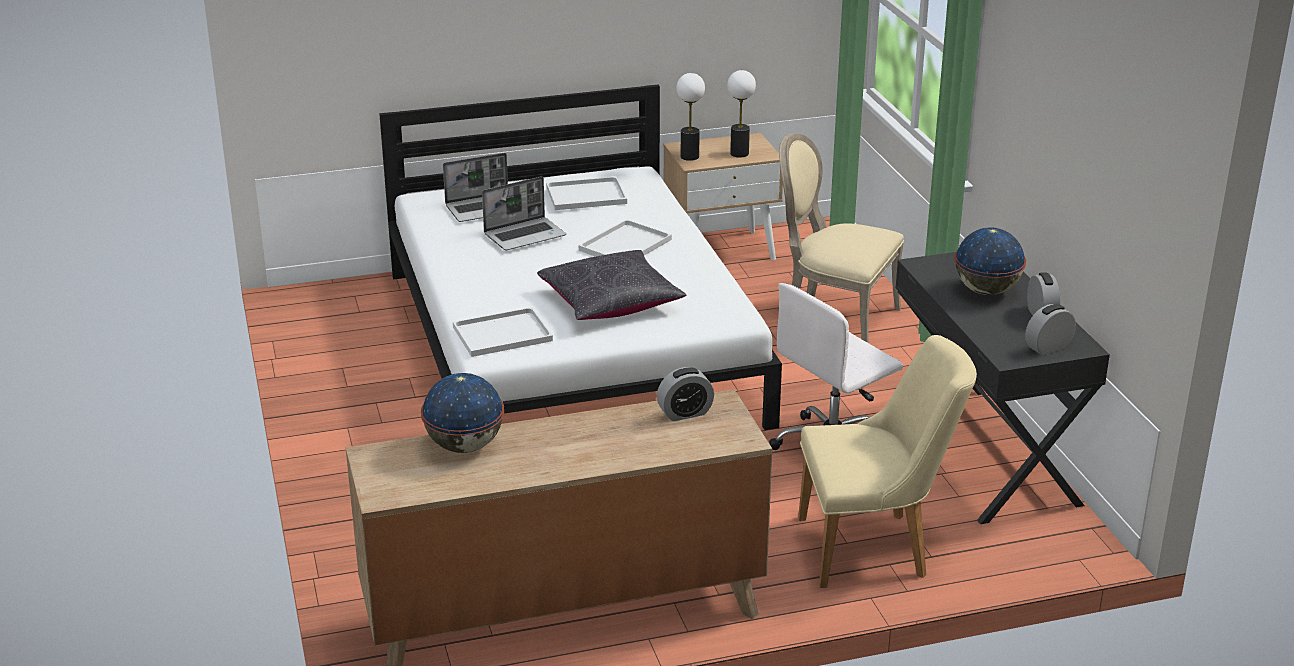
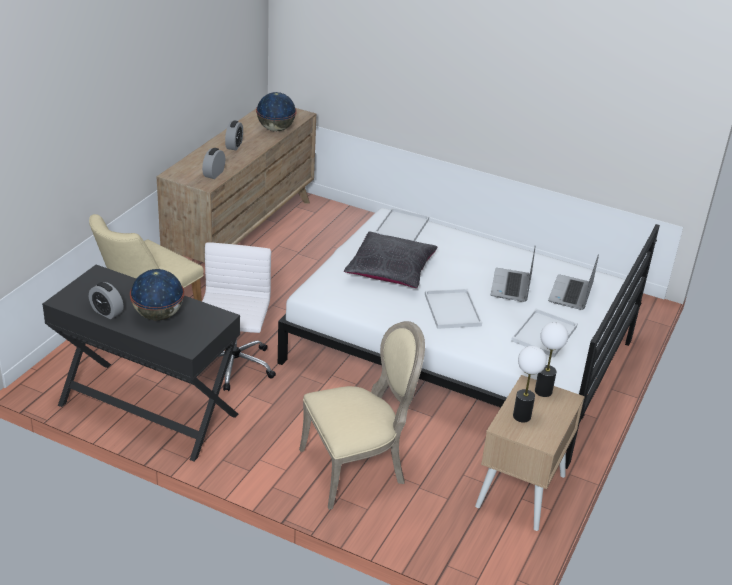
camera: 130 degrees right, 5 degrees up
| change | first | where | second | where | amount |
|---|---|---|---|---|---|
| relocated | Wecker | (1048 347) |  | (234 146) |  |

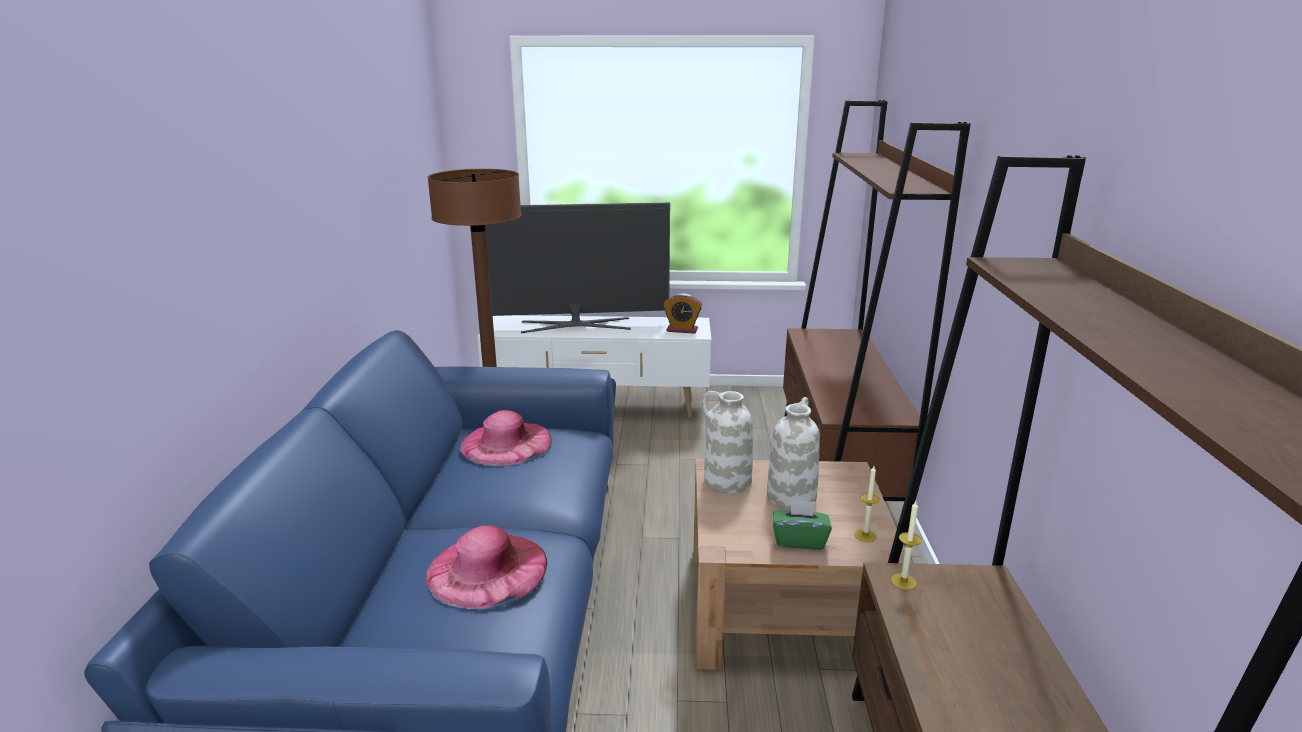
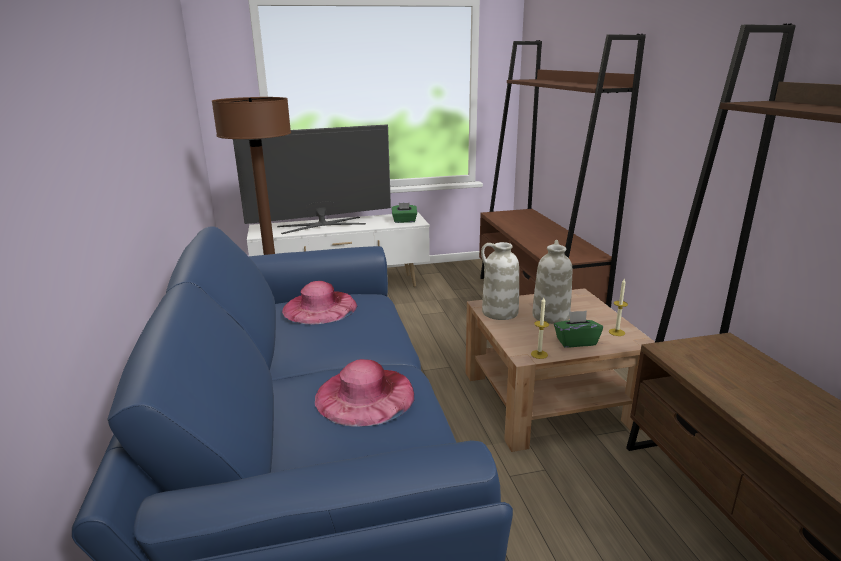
camera: 15 degrees left, 0 degrees up
| change | first | where | second | where | amount |
|---|---|---|---|---|---|
| exchanged | Wecker | (682 330) | Taschentuchbox [grün] | (404 221) |  |
| relocated | Kerze | (903 581) |  | (539 354) |  |

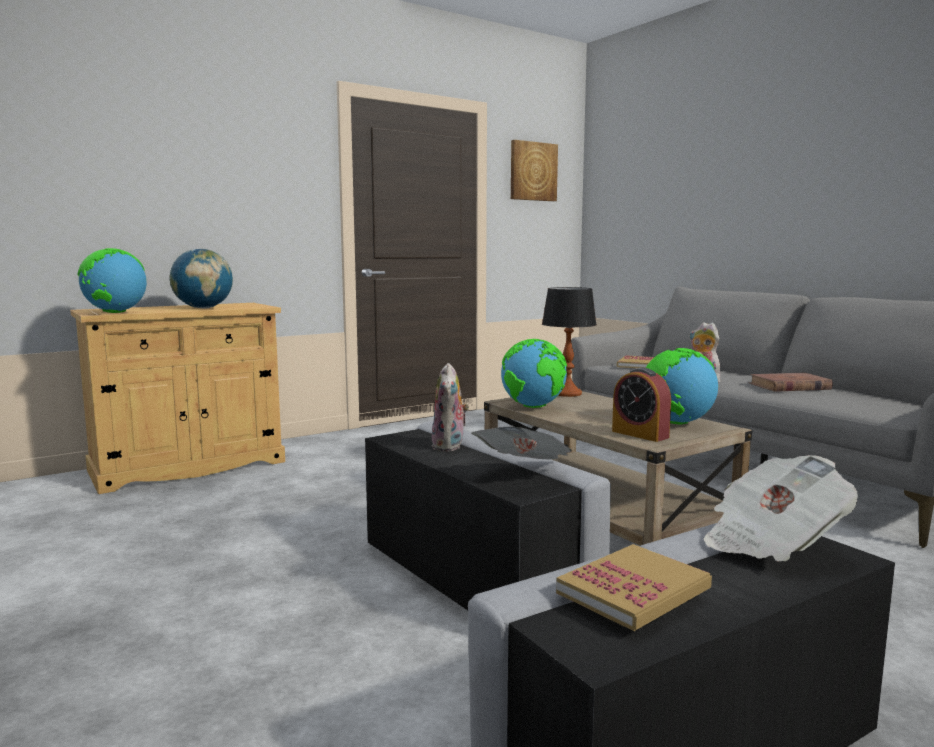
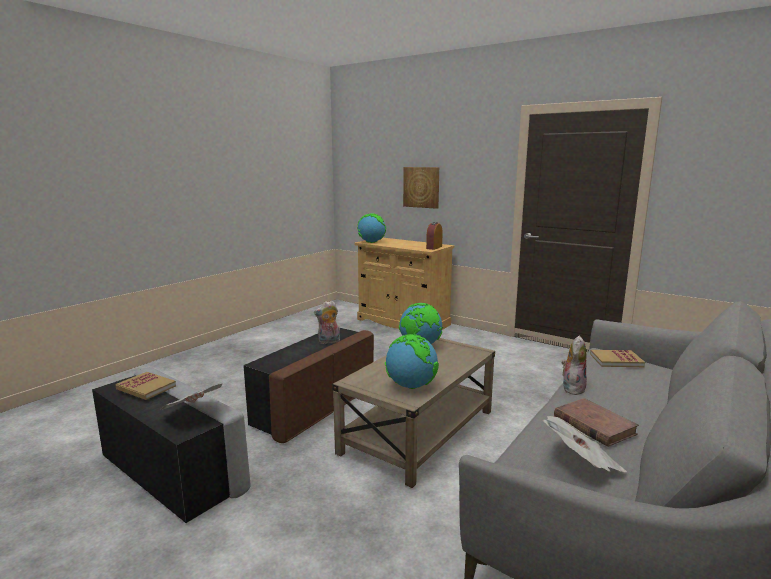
camera: 70 degrees right, 5 degrees up
| change | first | where | second | where | amount |
|---|---|---|---|---|---|
| relocated | Bild | (532 171) |  | (421 187) |  |
| missing | Globus | (203 308) |  |  |  |
| missing | Tischlampe | (567 393) |  |  |  |
| relocated | Wecker | (640 434) |  | (434 247) |  |
| colour | Polsterhocker [grau] | (474 575) | Polsterhocker [braun] | (315 406) |  |
| relocated | Zeitung | (524 471) |  | (582 463) |  |

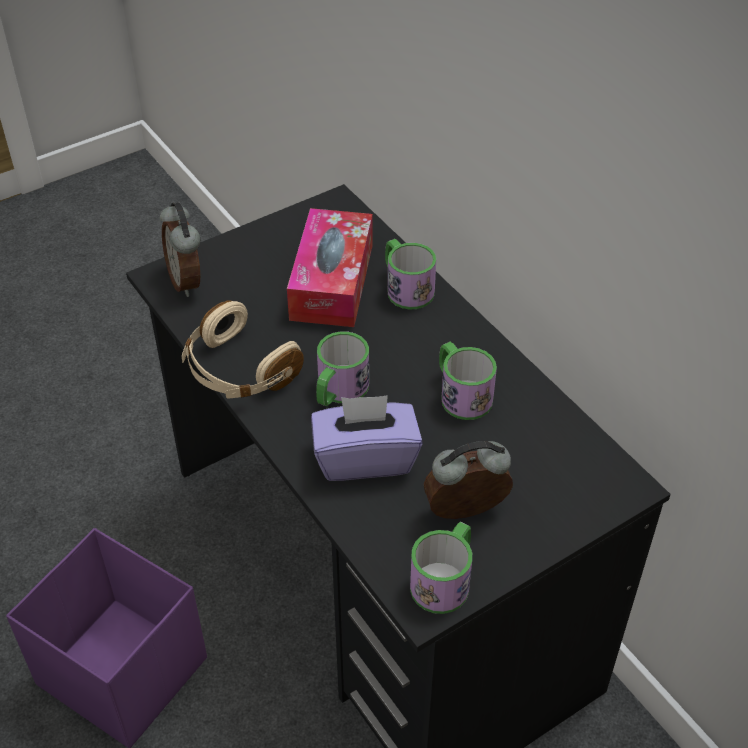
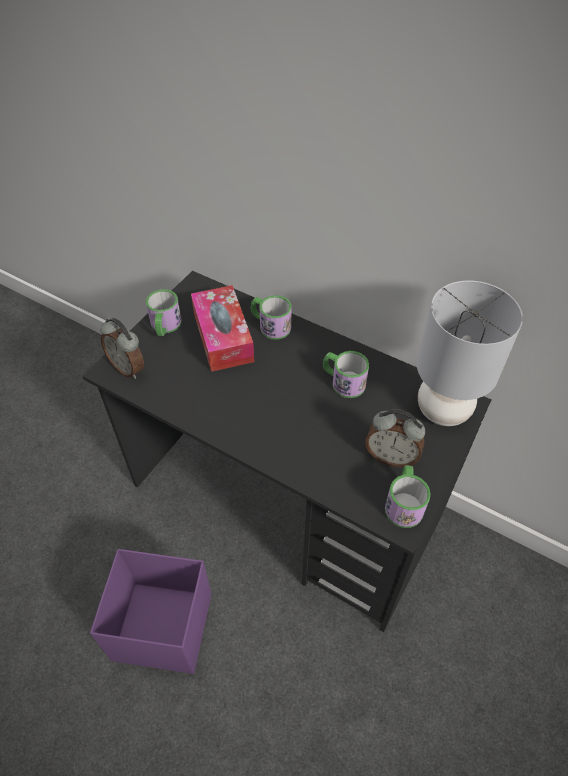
camera: 25 degrees left, 5 degrees up
| change | first | where | second | where | amount |
|---|---|---|---|---|---|
| missing | Kopfhörer [beige] | (238 370) |  |  |  |
| relocated | Henkelbecher | (338 391) |  | (165 326) |  |
| missing | Taschentuchbox [lila] | (365 458) |  |  |  |
| spun | Wecker | (466 514) |  | (391 456) | 120 degrees counterclockwise |
| appeared |  |  | Tischlampe [grau] | (444 410) |  |

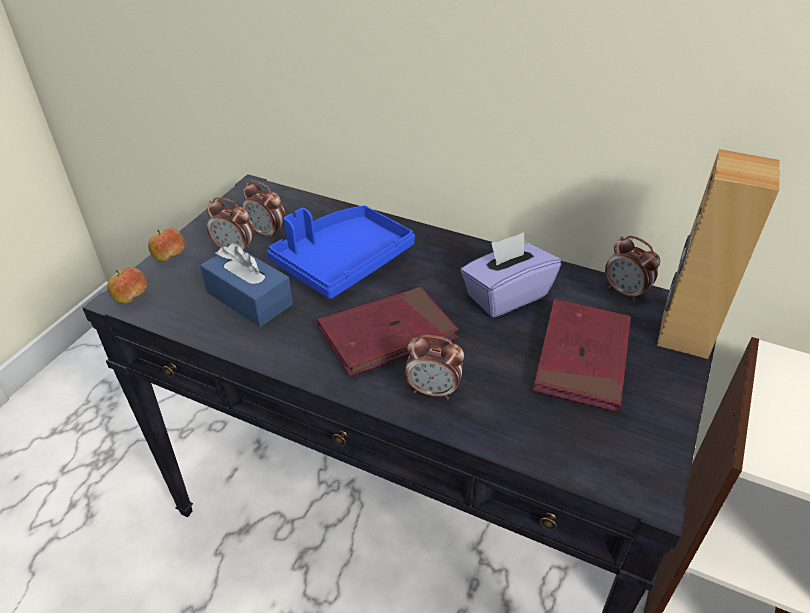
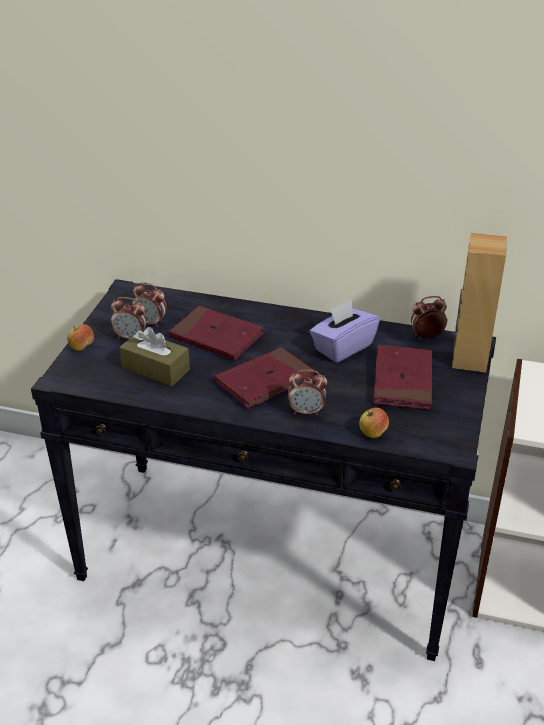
camera: 10 degrees left, 5 degrees down
| change | first | where | second | where | amount |
|---|---|---|---|---|---|
| exchanged | Tablett [blau] | (342 262) | Buch [rot] | (216 337) |  |
| spun | Wecker | (625 292) |  | (426 336) | 135 degrees clockwise |
| colour | Taschentuchbox [blau] | (249 298) | Taschentuchbox [braun] | (155 369) |  |
| relocated | Apfel | (132 298) |  | (373 433) |  |

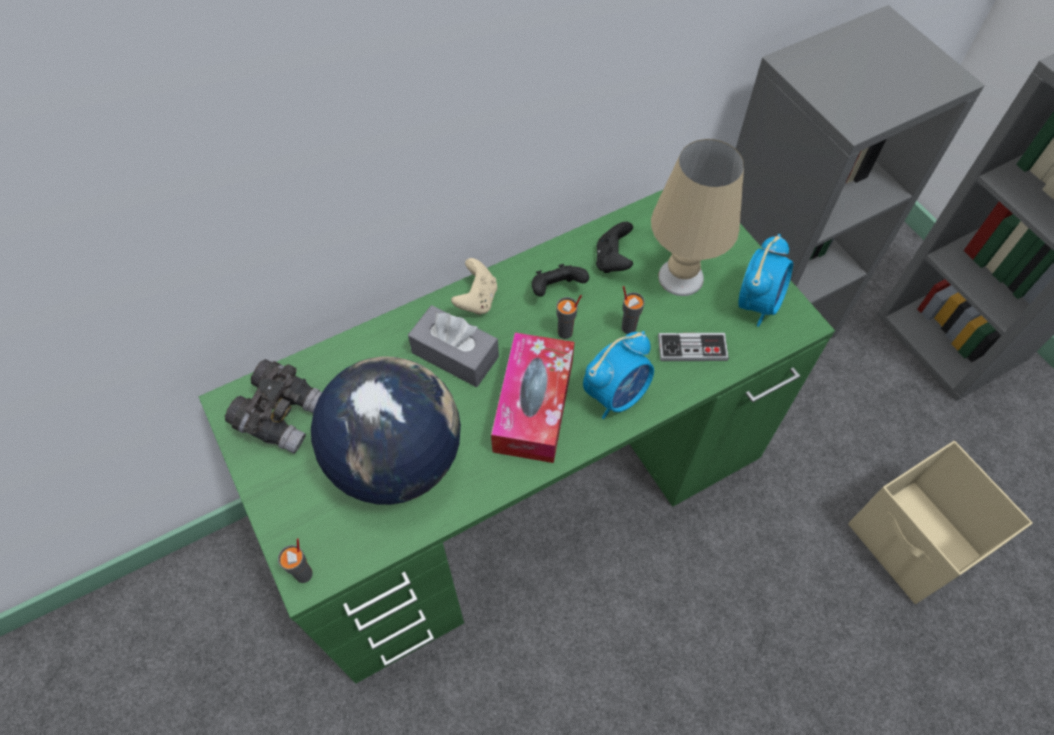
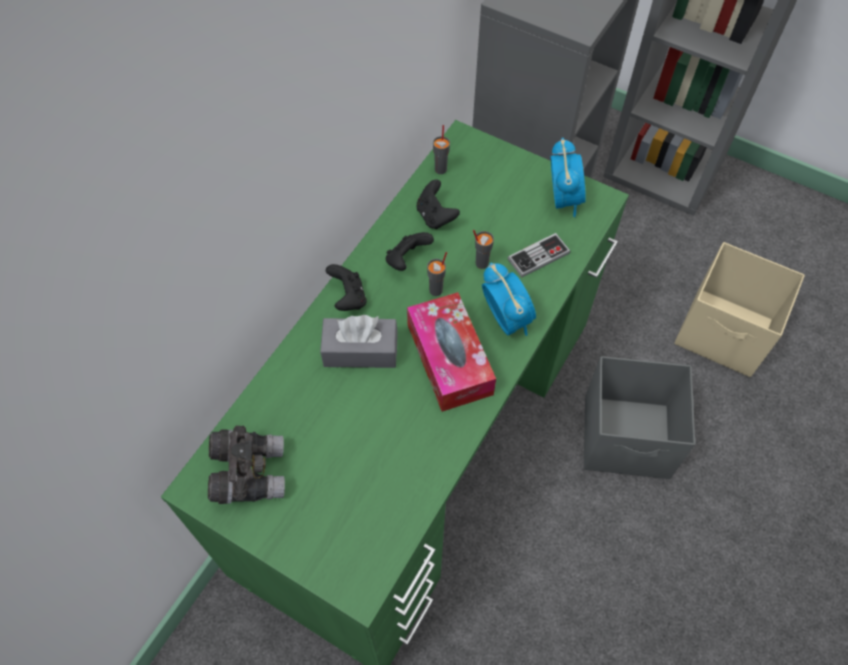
camera: 30 degrees left, 0 degrees up
| change | first | where | second | where | amount |
|---|---|---|---|---|---|
| missing | Tischlampe [beige] | (681 277) |  |  |  |
| colour | Gamepad [beige] | (477 299) | Gamepad [schwarz] | (348 298) |  |
| spun | Wecker | (616 394) |  | (506 319) | 45 degrees counterclockwise |
| missing | Globus | (396 459) |  |  |  |
| relocated | Tasse [grau] | (304 574) |  | (441 169) |  |
| appeared |  |  | Aufbewahrungsbox [grau] | (627 438) |  |

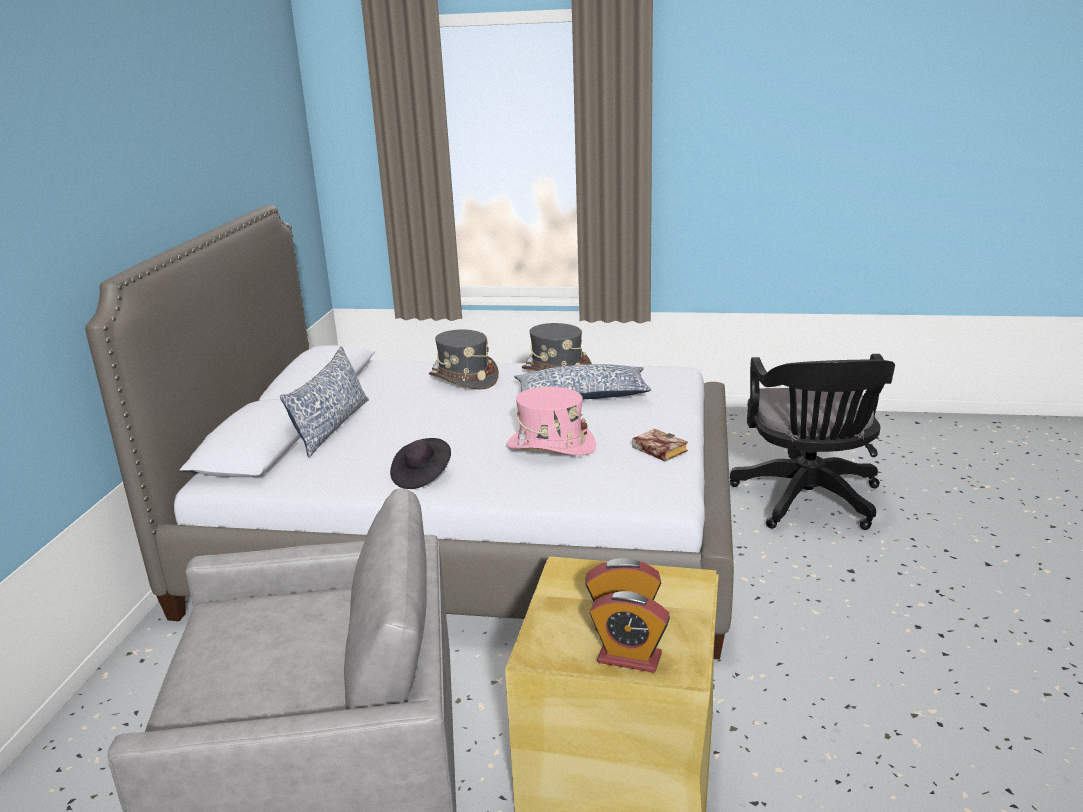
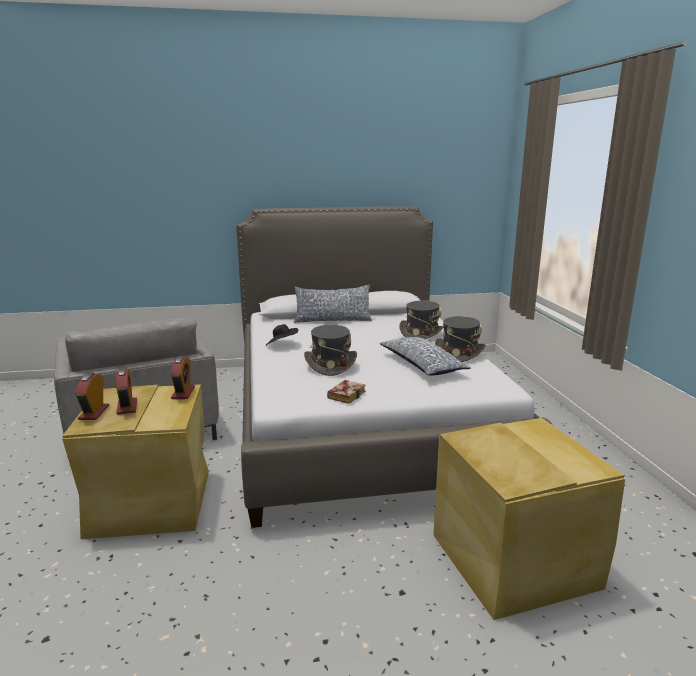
camera: 70 degrees right, 5 degrees down
| change | first | where | second | where | amount |
|---|---|---|---|---|---|
| exchanged | Bürostuhl [schwarz] | (809 502) | Aufbewahrungsbox [beige] | (514 559) |  |
| colour | Hut [rosa] | (550 446) | Hut [grau] | (330 364) |  |
| appeared |  |  | Wecker | (183 393) |  |

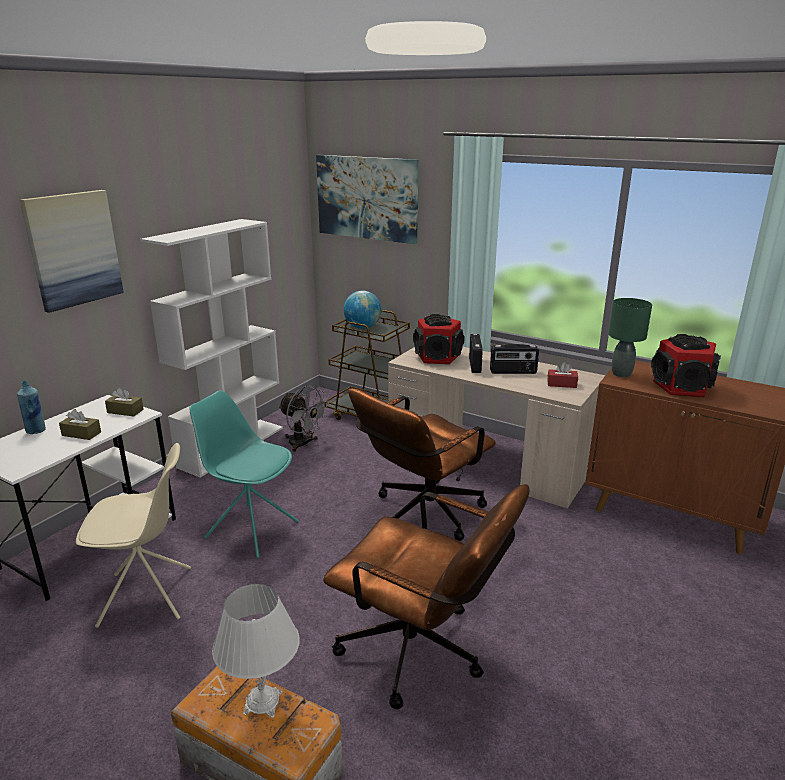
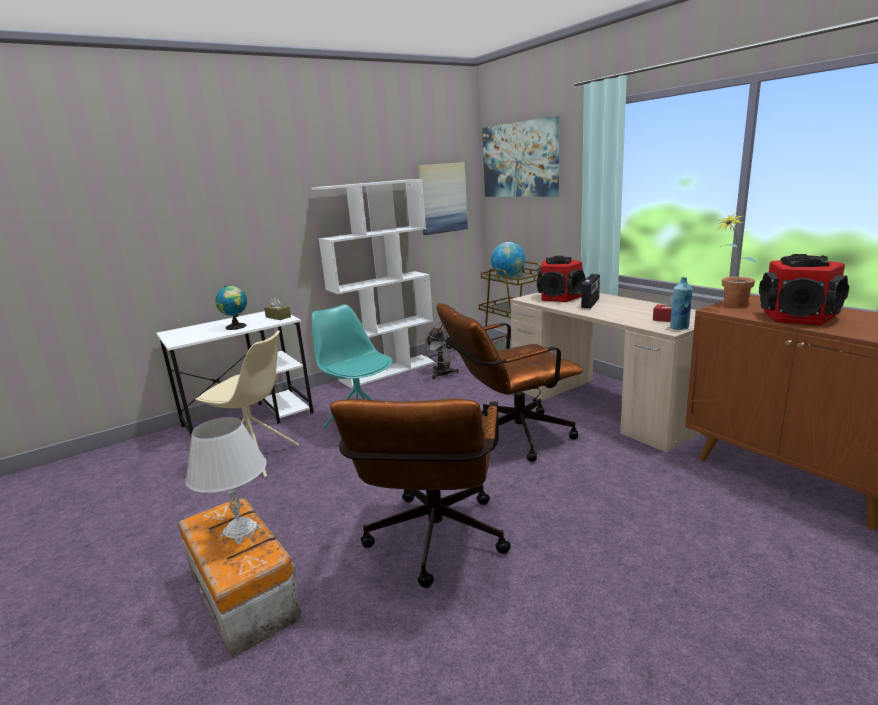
camera: 25 degrees right, 5 degrees down
| change | first | where | second | where | amount |
|---|---|---|---|---|---|
| relocated | Bild | (73 249) |  | (442 198) |  |
| exchanged | Tischlampe [grün] | (621 374) | Topfpflanze | (730 305) |  |
| missing | Radio | (513 372) |  |  |  |
| relocated | Flasche [blau] | (36 431) |  | (679 328) |  |
| exchanged | Taschentuchbox [braun] | (81 434) | Globus | (237 327) |  |
| spun | Bürostuhl [braun] | (422 654) |  | (434 544) | 45 degrees clockwise |

